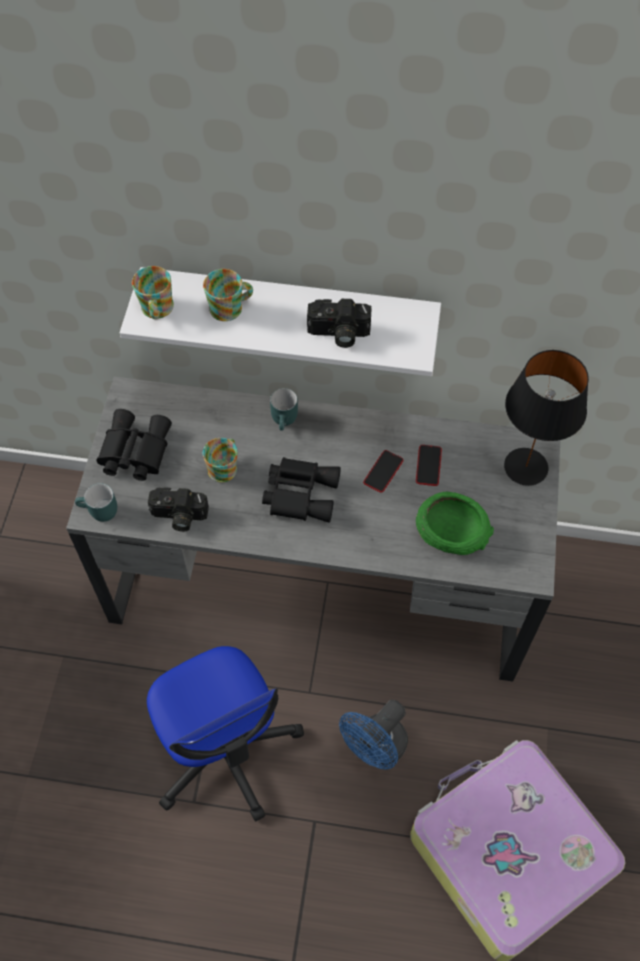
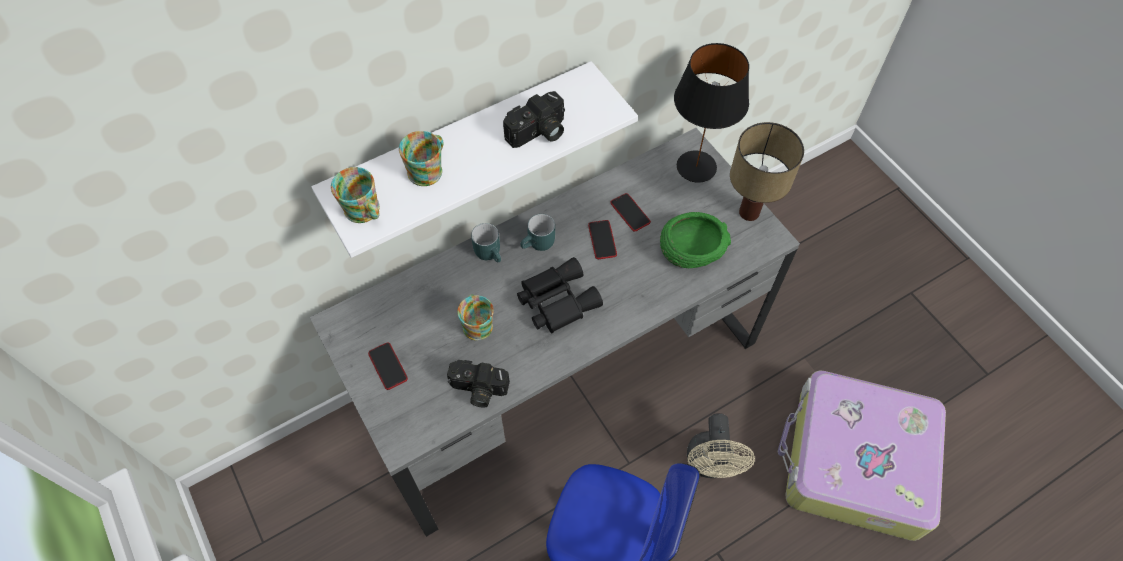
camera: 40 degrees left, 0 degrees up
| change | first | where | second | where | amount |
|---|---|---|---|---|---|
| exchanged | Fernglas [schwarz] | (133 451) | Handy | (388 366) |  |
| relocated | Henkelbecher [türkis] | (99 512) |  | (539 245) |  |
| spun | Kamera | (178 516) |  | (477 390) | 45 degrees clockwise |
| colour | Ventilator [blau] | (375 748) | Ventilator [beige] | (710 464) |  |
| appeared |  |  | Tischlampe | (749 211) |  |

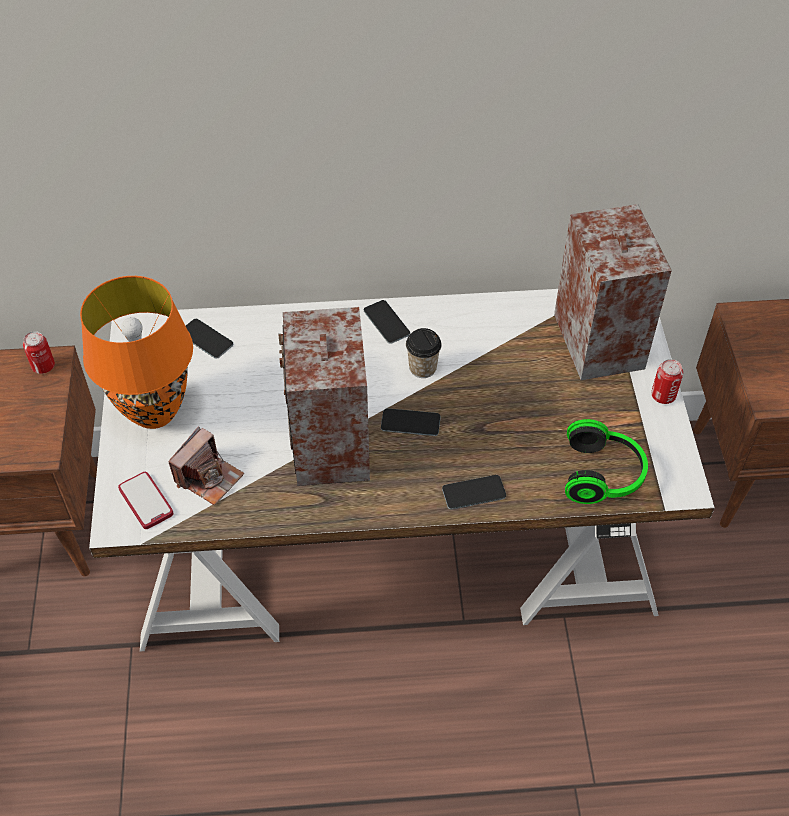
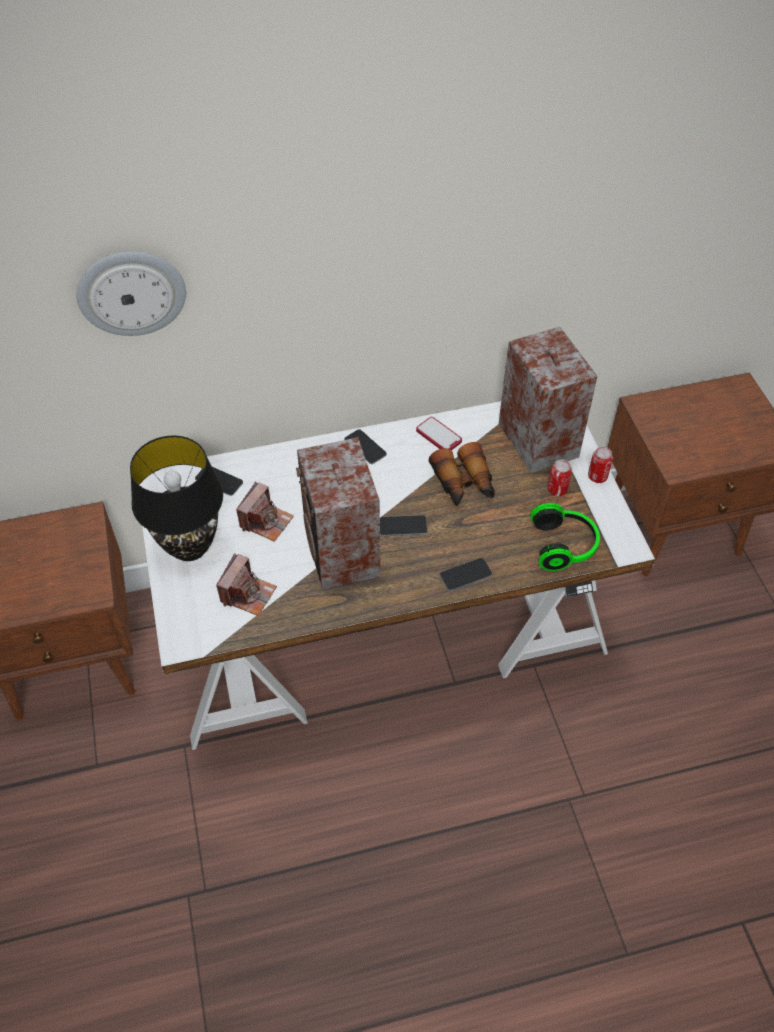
camera: 10 degrees left, 0 degrees up
| change | first | where | second | where | amount |
|---|---|---|---|---|---|
| colour | Tischlampe [orange] | (155 413) | Tischlampe [schwarz] | (191 547) |  |
| missing | Tasse | (422 368) |  |  |  |
| relocated | Dose | (43 366) |  | (557 489) |  |
| relocated | Handy | (146 501) |  | (438 436) |  |
| appeared |  |  | Wanduhr | (131 292) |  |
| appeared |  |  | Fernglas | (464 484) |  |
| appeared |  |  | Kamera | (266 521) |  |

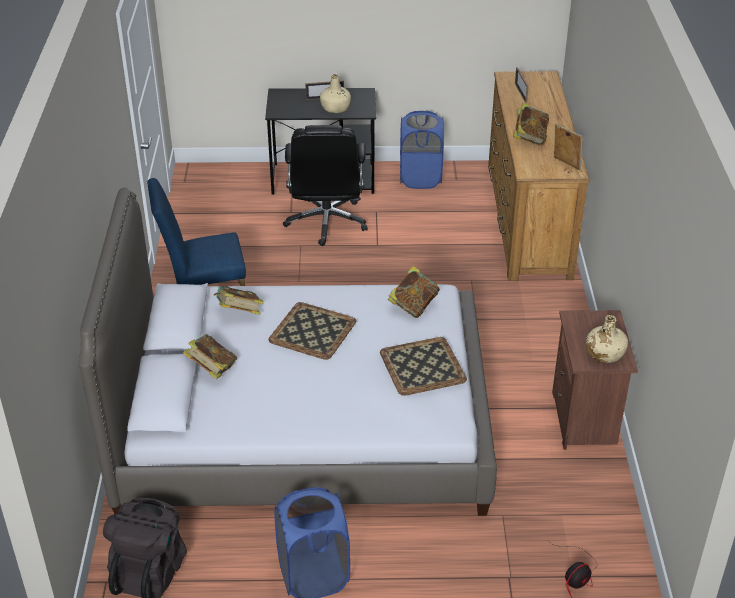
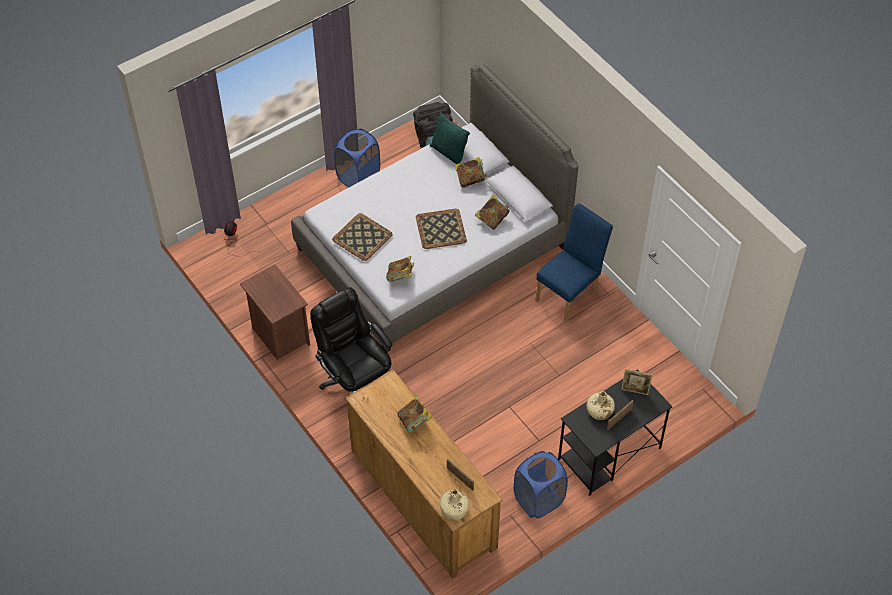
camera: 145 degrees right, 15 degrees up
| change | first | where | second | where | amount |
|---|---|---|---|---|---|
| relocated | Bilderrahmen | (565 164) |  | (635 391) |  |
| relocated | Bürostuhl [schwarz] | (326 222) |  | (355 380) |  |
| relocated | Flasche [beige] | (604 353) |  | (454 509) |  |
| appeared |  |  | Kissen [grün] | (448 153) |  |

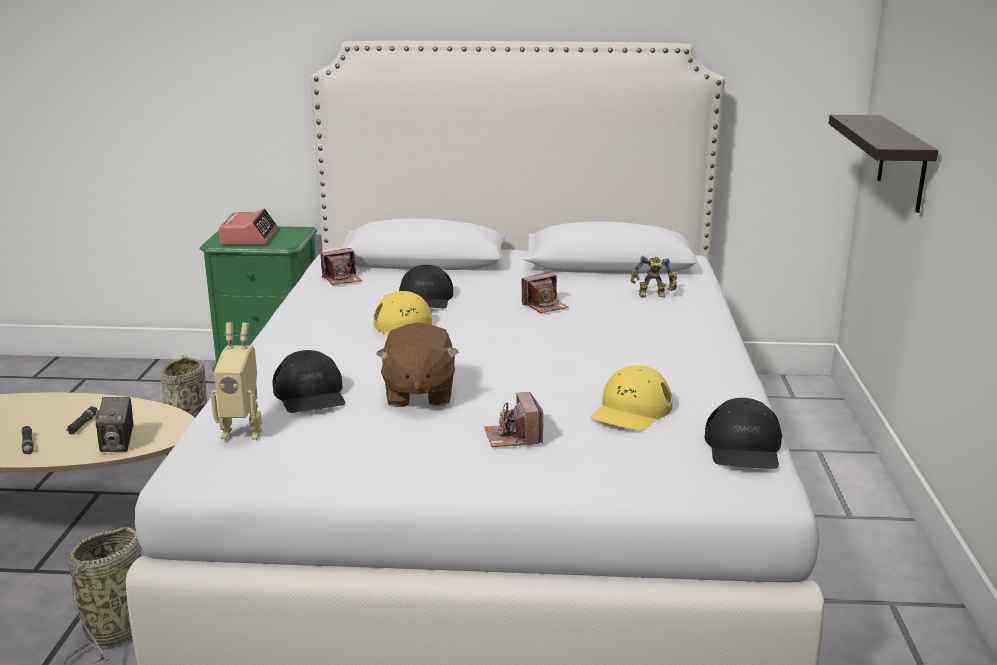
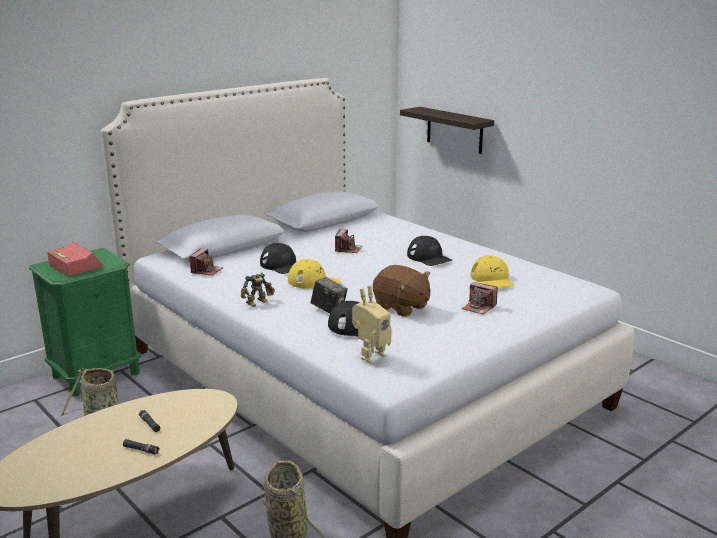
camera: 45 degrees left, 0 degrees up
| change | first | where | second | where | amount |
|---|---|---|---|---|---|
| relocated | Spielzeugroboter | (653 295) |  | (258 303) |  |
| relocated | Kamera | (118 444) |  | (329 310) |  |
| relocated | Kappe [schwarz] | (743 447) |  | (429 258) |  |

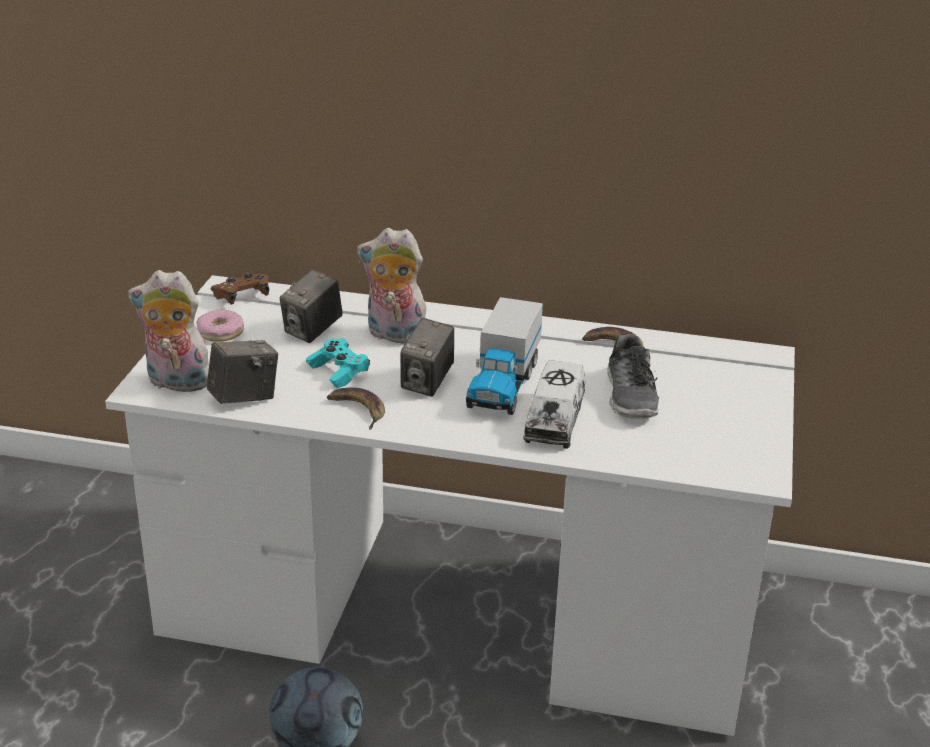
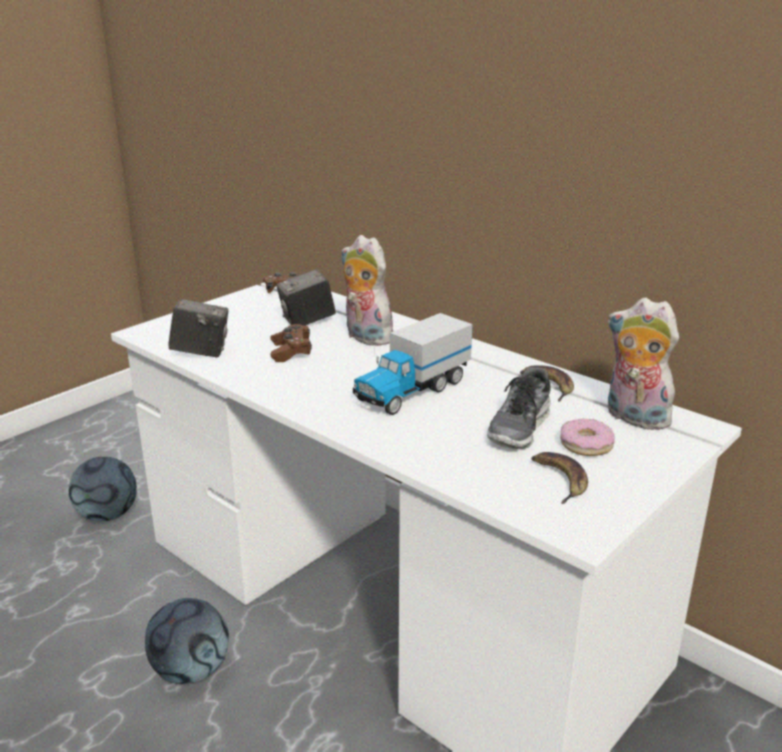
camera: 30 degrees right, 5 degrees down
| change | first | where | second | where | amount |
|---|---|---|---|---|---|
| relocated | Plüschtier | (176 383) |  | (633 418) |  |
| relocated | Donut | (220 332) |  | (586 445) |  |
| missing | Kamera | (427 383) |  |  |  |
| colour | Gamepad [türkis] | (338 372) | Gamepad [braun] | (291 352) |  |
| missing | Spielzeuglaster | (554 421) |  |  |  |
| relocated | Banane | (357 410) |  | (559 479) |  |
| appeared |  |  | Fußball | (107 515) |  |

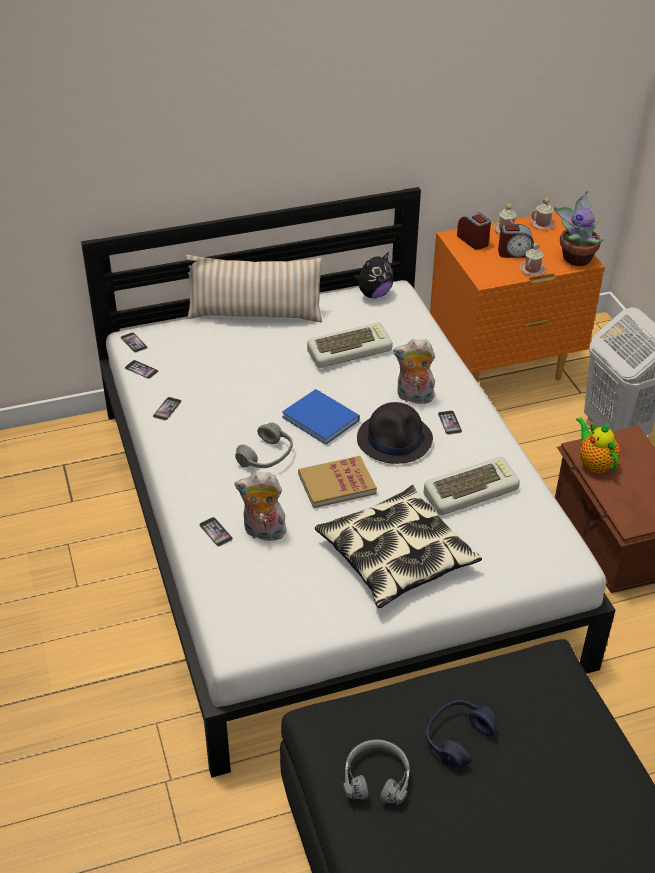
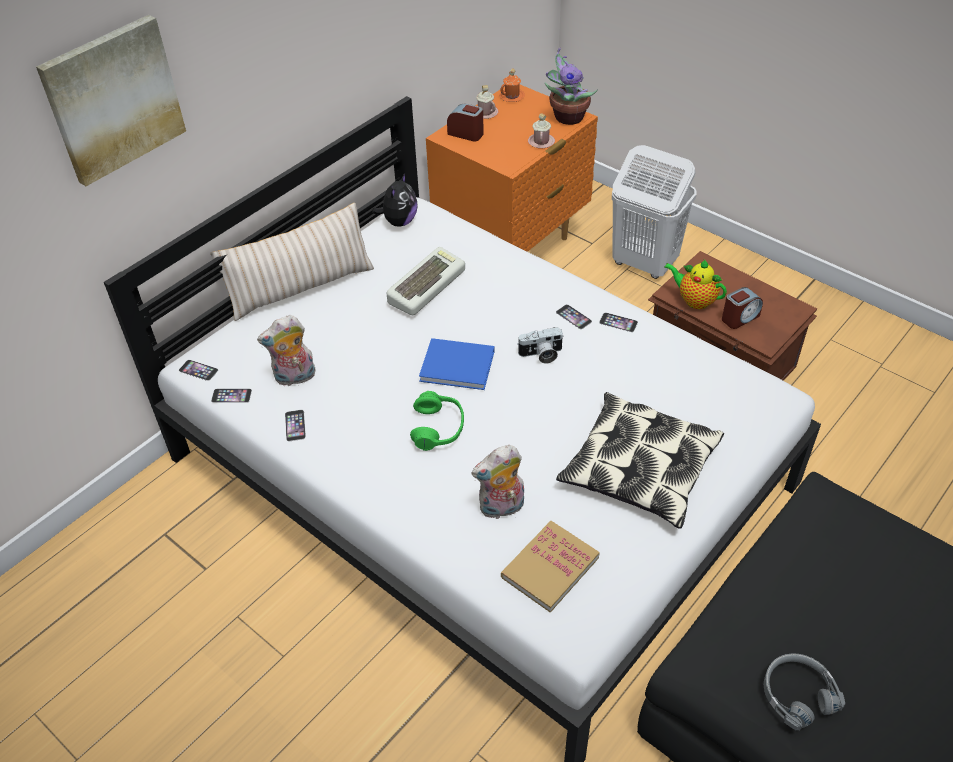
camera: 30 degrees left, 5 degrees up
| change | first | where | second | where | amount |
|---|---|---|---|---|---|
| colour | Henkelbecher [rosa] | (542 224) | Henkelbecher [orange] | (512 96) |  |
| relocated | Wecker | (514 253) |  | (739 318) |  |
| relocated | Plüschtier | (413 397) |  | (294 378) |  |
| exchanged | Hut [schwarz] | (395 439) | Kamera | (541 355) |  |
| colour | Kopfhörer [grau] | (266 456) | Kopfhörer [grün] | (438 428) |  |
| relocated | Buch | (337 484) |  | (550 567) |  |
| missing | Tastatur | (470 490) |  |  |  |
| relocated | Handy | (215 531) |  | (618 322) |  |
| missing | Kopfhörer [blau] | (457 738) |  |  |  |
| appeared |  |  | Bild | (113 99) |  |

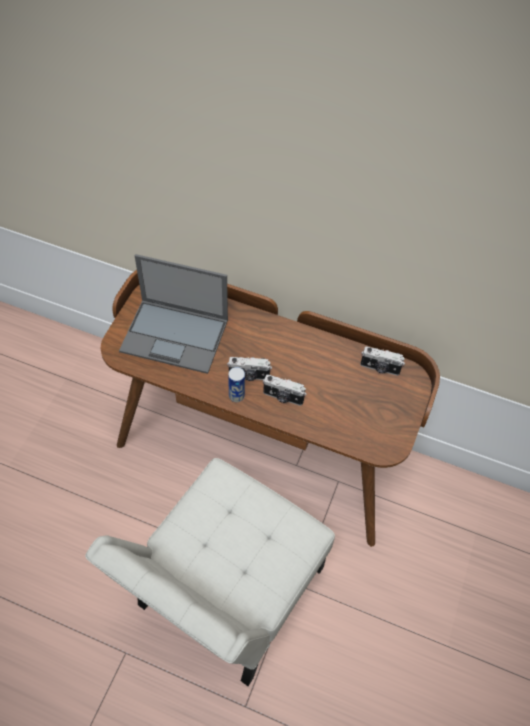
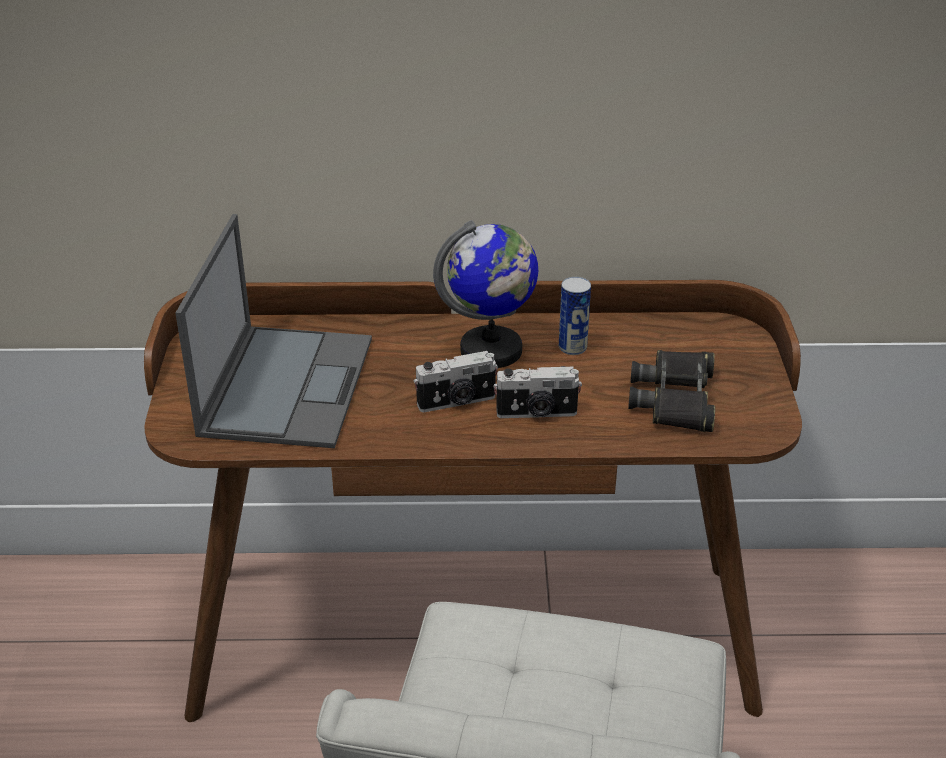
camera: 20 degrees left, 20 degrees down
| change | first | where | second | where | amount |
|---|---|---|---|---|---|
| spun | Laptop | (176 335) |  | (287 384) | 75 degrees counterclockwise |
| missing | Kamera | (380 368) |  |  |  |
| relocated | Dose | (236 396) |  | (572 347) |  |
| appeared |  |  | Globus | (492 351) |  |
| appeared |  |  | Fernglas [schwarz] | (675 399) |  |

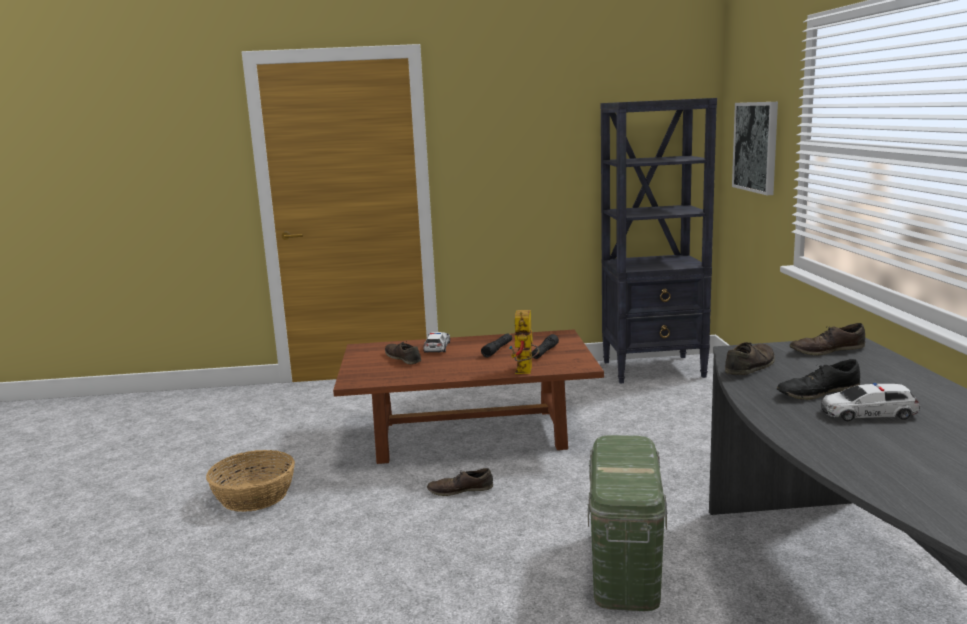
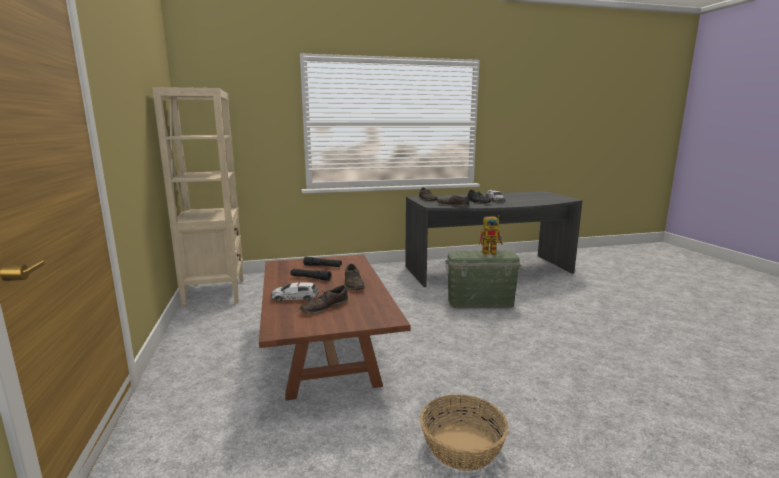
camera: 100 degrees left, 0 degrees up
| change | first | where | second | where | amount |
|---|---|---|---|---|---|
| colour | Bücherregal [schwarz] | (654 369) | Bücherregal [beige] | (215 293) |  |
| missing | Bild | (756 146) |  |  |  |
| relocated | Spielzeugroboter | (526 372) |  | (492 252) |  |
| relocated | Schuh [braun] | (460 490) |  | (354 284) |  |

